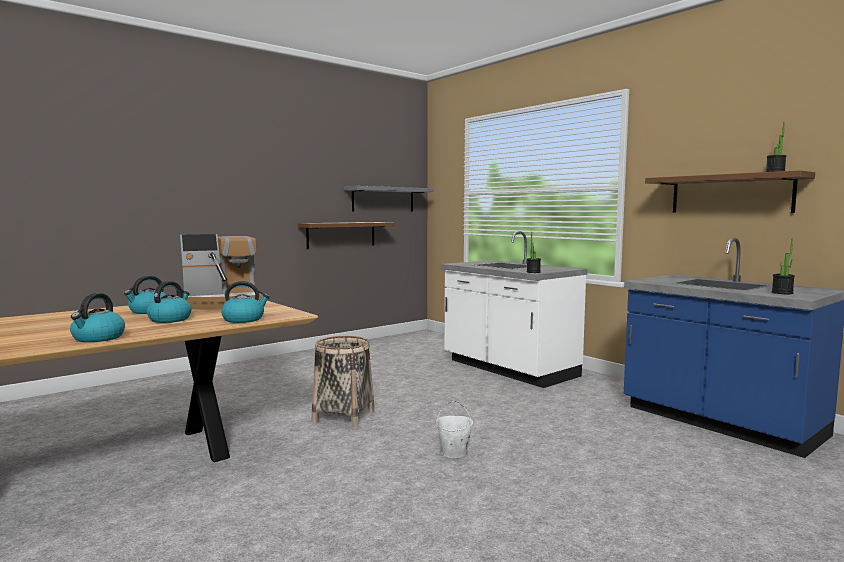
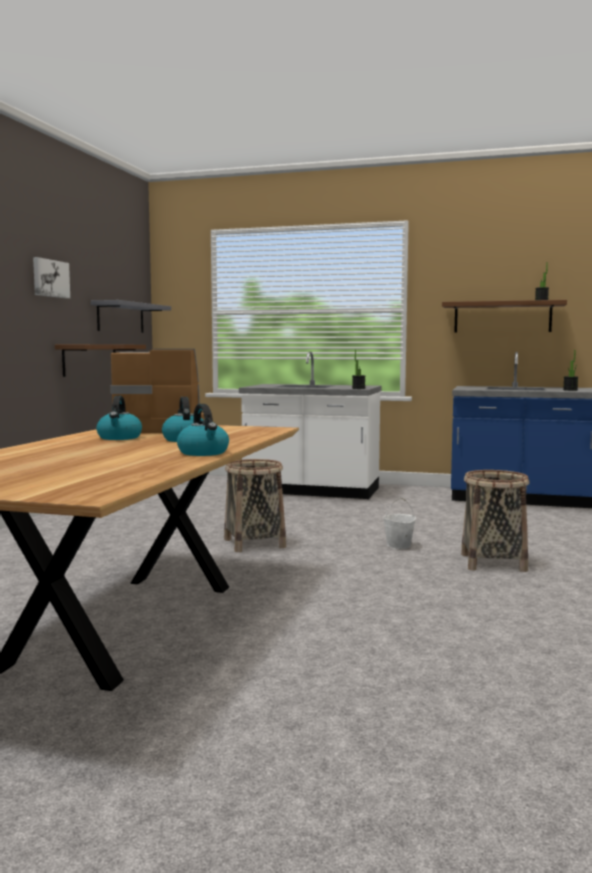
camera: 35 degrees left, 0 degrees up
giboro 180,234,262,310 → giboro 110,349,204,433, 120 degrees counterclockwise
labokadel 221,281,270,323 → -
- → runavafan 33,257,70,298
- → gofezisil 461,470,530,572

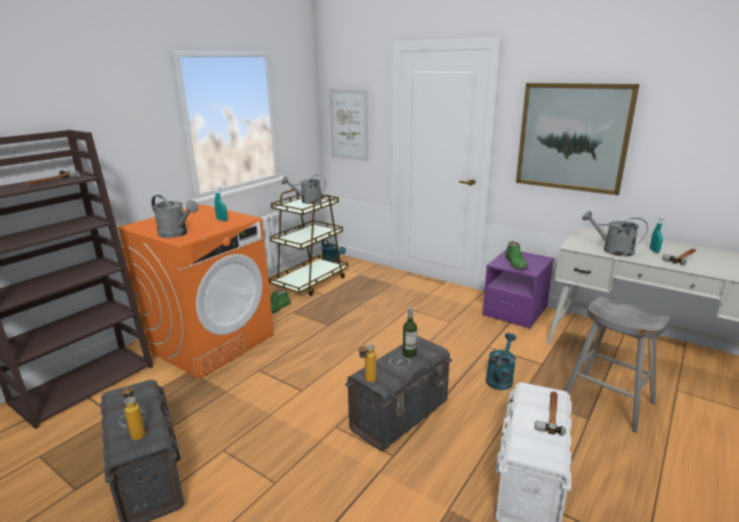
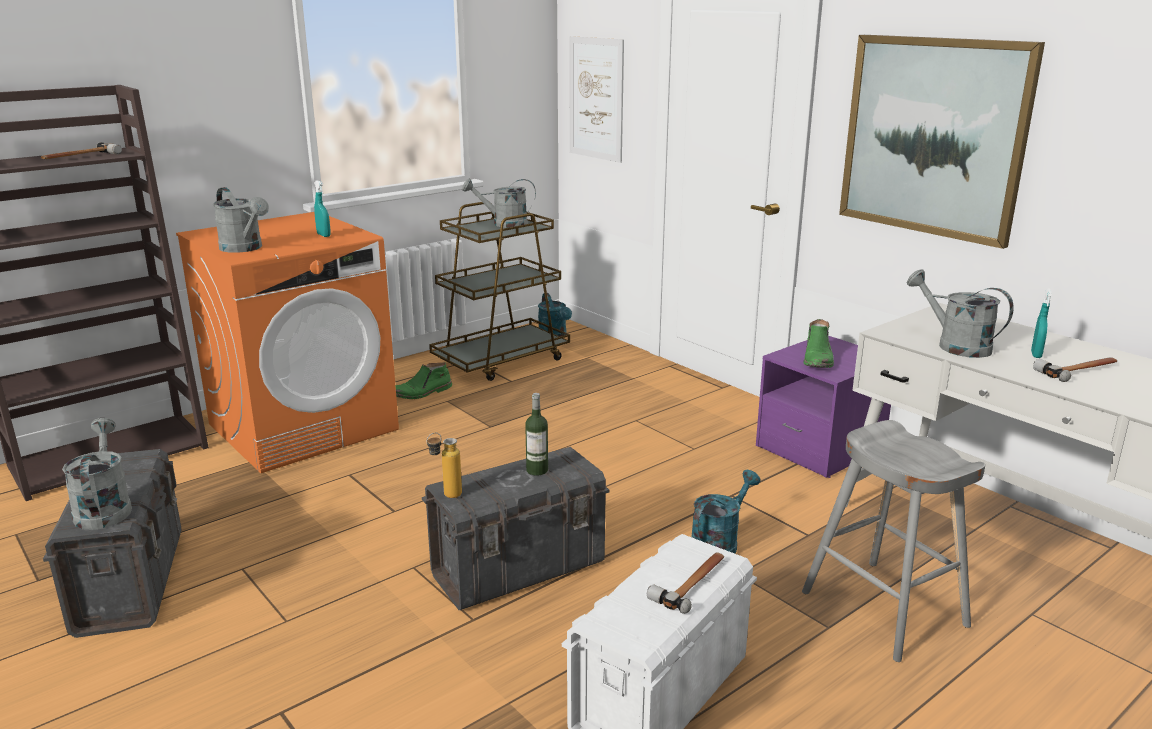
camera: 15 degrees right, 0 degrees up
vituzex 122,385,146,440 → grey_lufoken 62,418,132,530

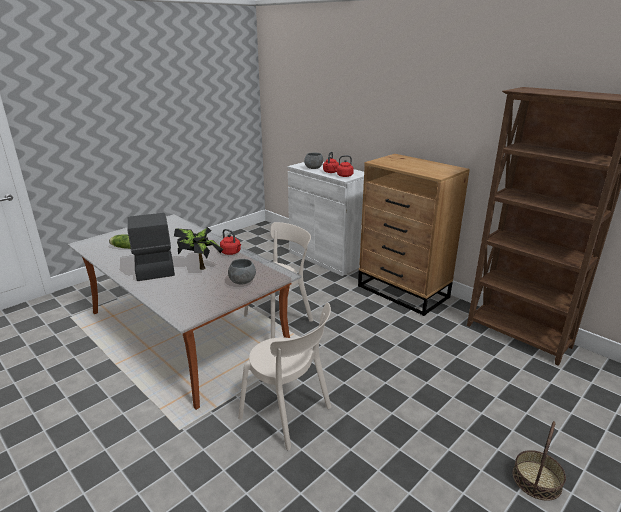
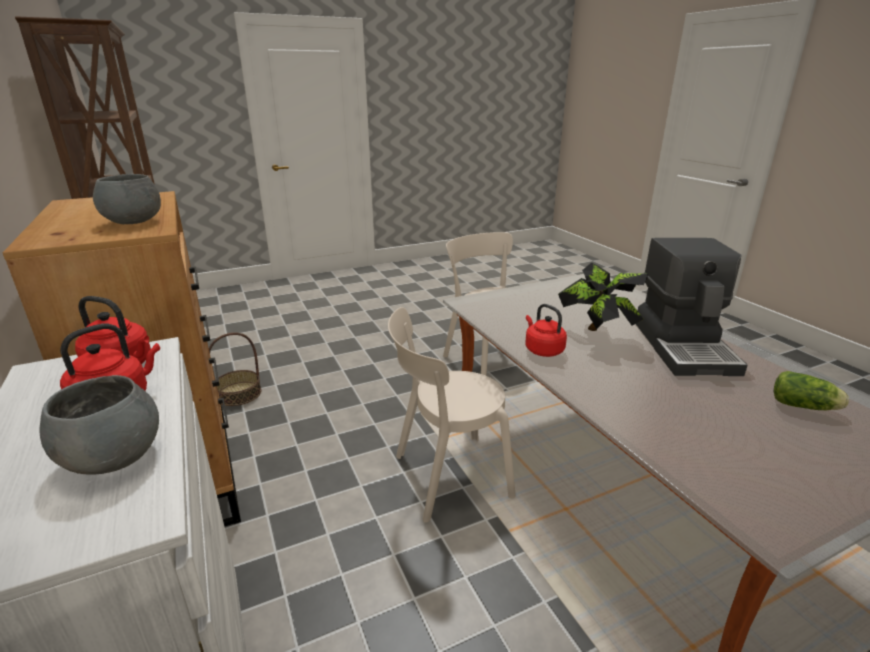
camera: 160 degrees left, 0 degrees up
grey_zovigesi 228,259,256,285 → grey_zovigesi 93,174,161,224, move
gofezisil 512,421,566,501 → gofezisil 209,333,262,406, move

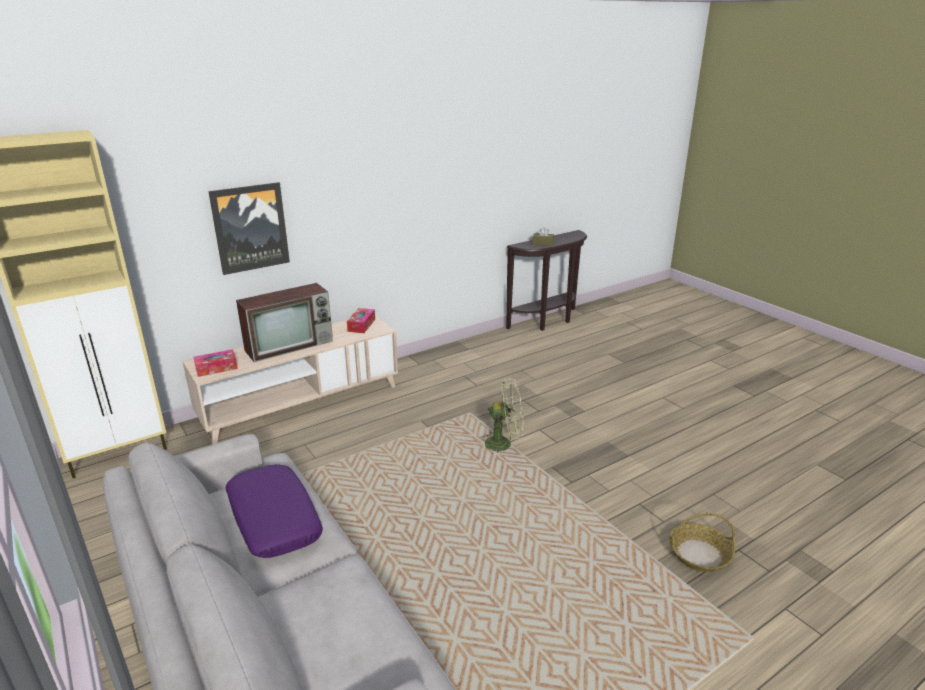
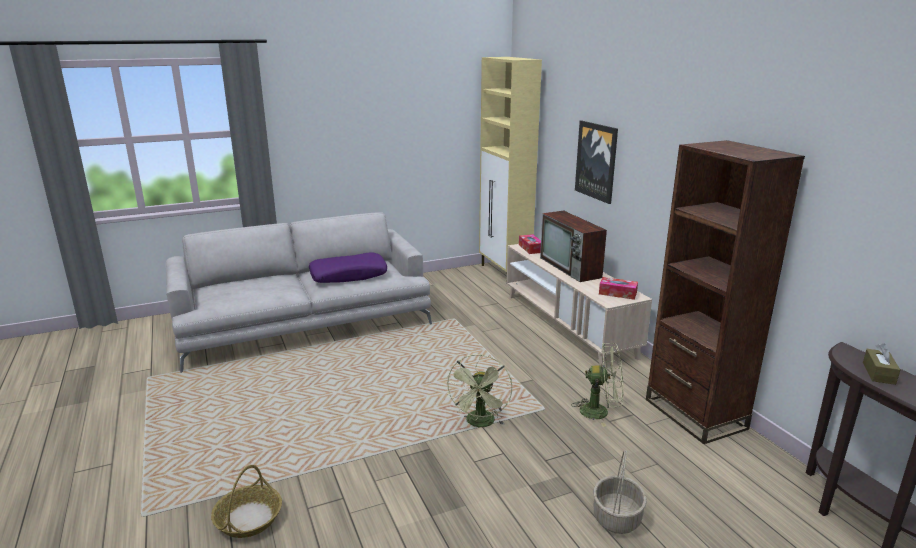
camera: 100 degrees right, 5 degrees down
- → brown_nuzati 646,140,805,444
- → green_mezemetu 571,343,624,427
- → gofezisil 593,450,647,534

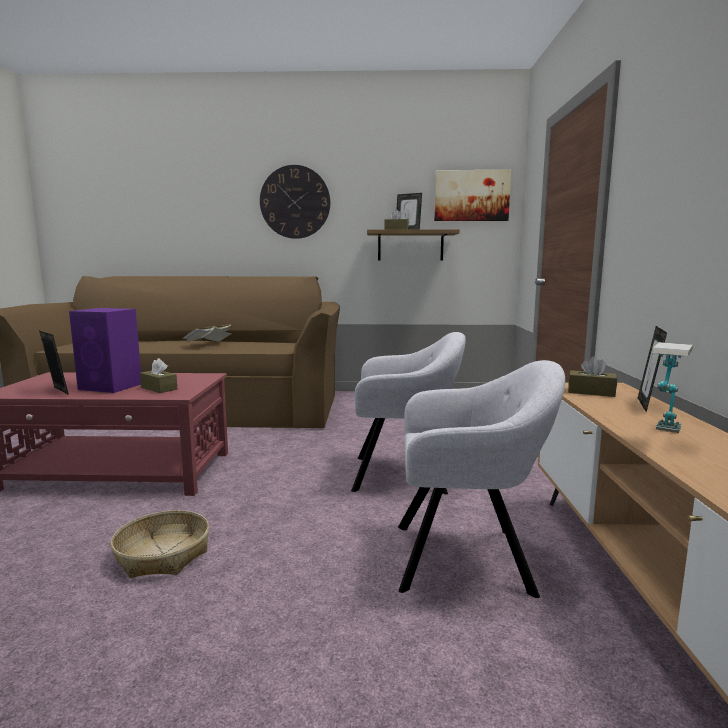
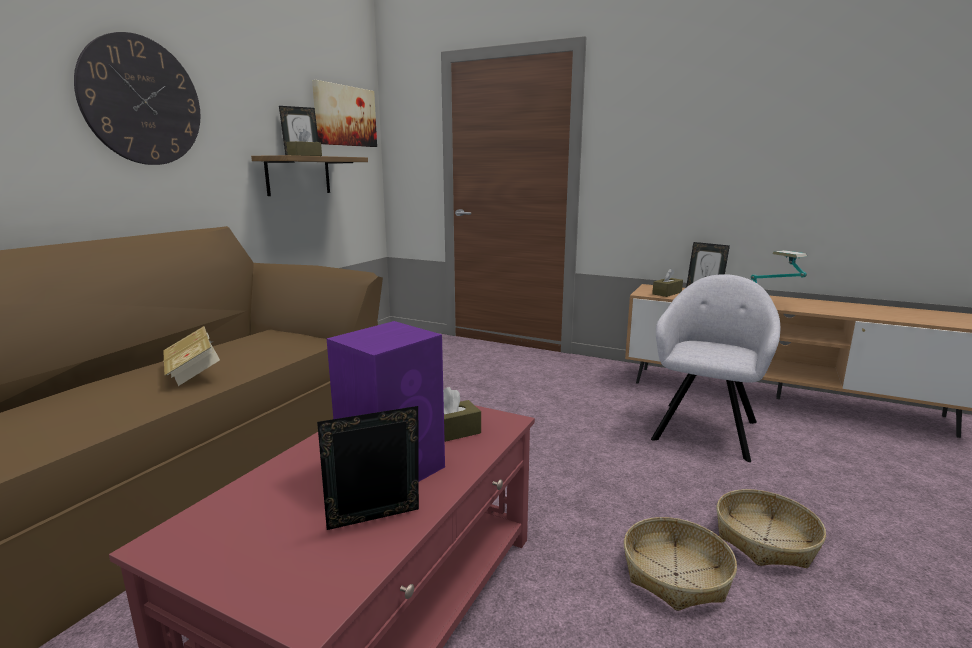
camera: 65 degrees left, 5 degrees up
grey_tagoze 351,332,466,494 → -
- → gofezisil 716,489,826,568

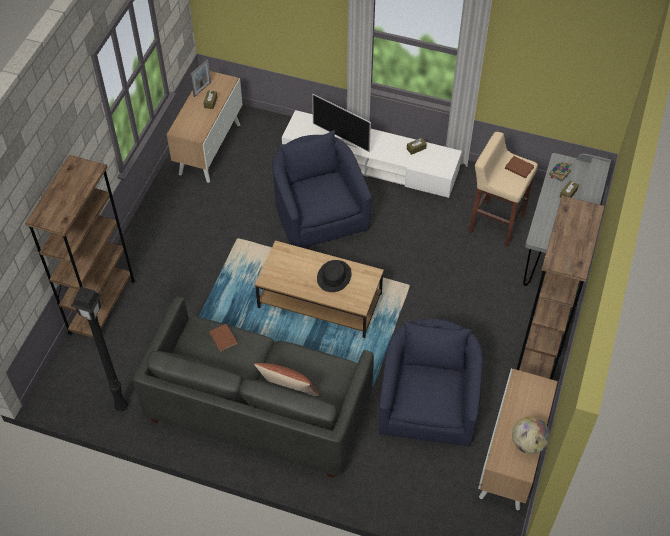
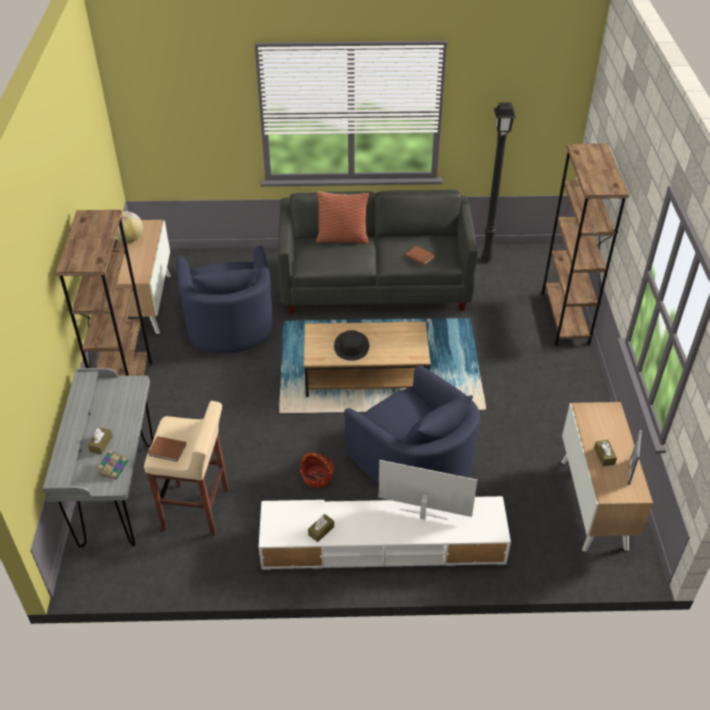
camera: 160 degrees right, 10 degrees down
- → gofezisil 300,452,334,488

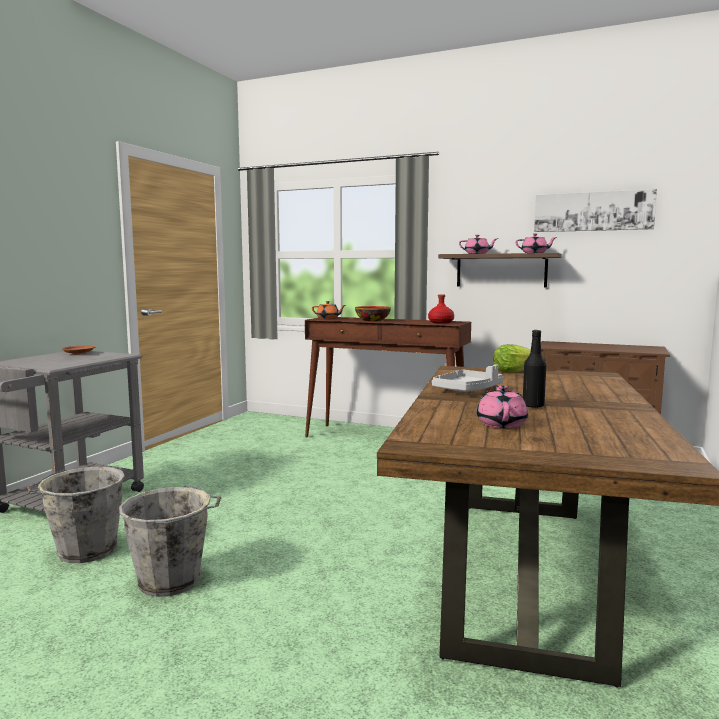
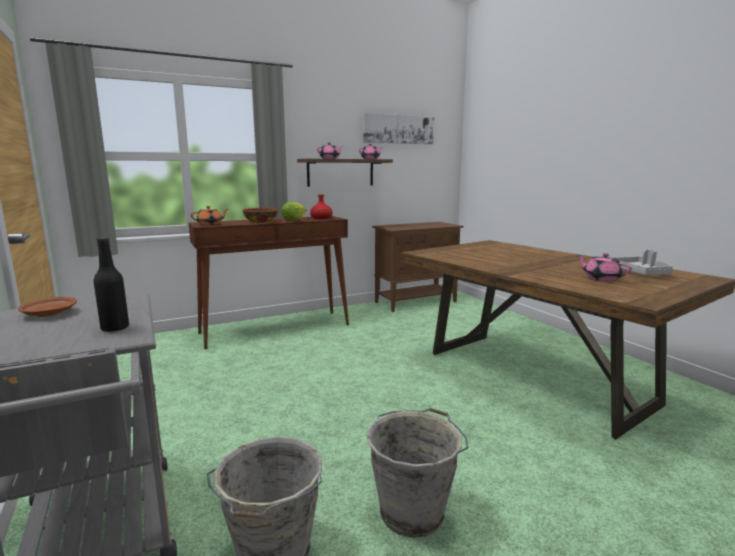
camera: 50 degrees left, 5 degrees up
black_vituzex 523,330,546,408 → black_vituzex 93,237,129,332, move
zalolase 493,344,531,372 → zalolase 281,202,307,221, move
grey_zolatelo 432,364,504,392 → grey_zolatelo 615,250,673,275, move

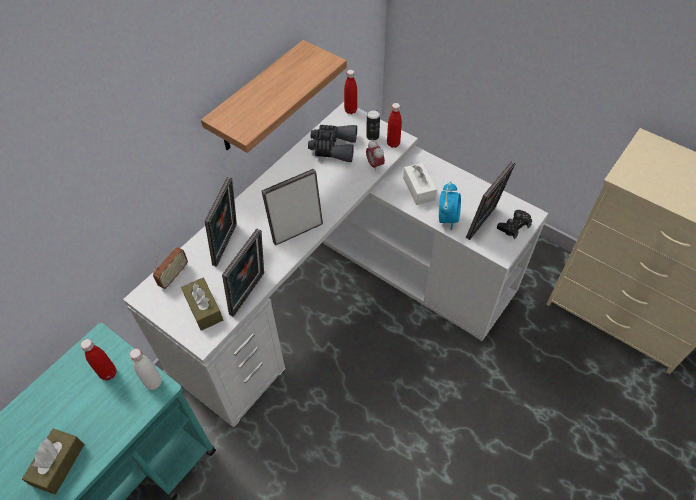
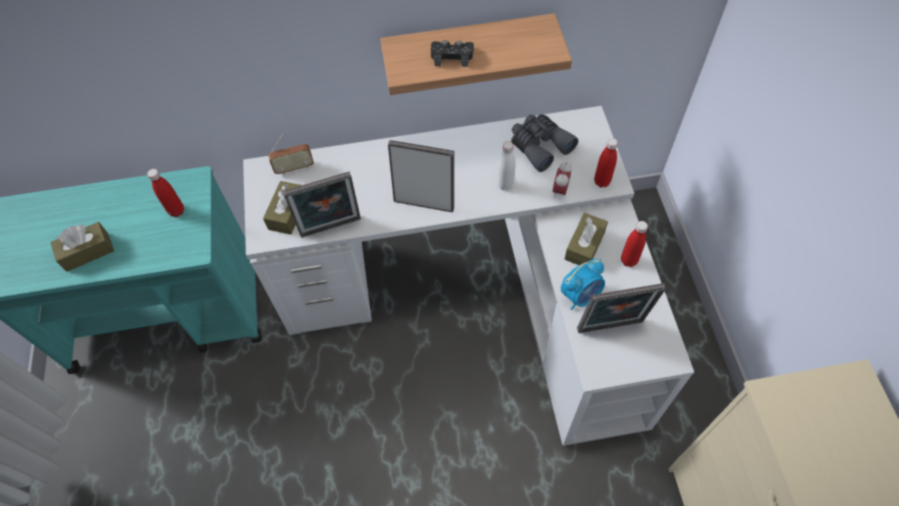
camera: 45 degrees right, 5 degrees up
red_vituzex 344,69,357,114 → red_vituzex 621,221,648,267, move
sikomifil 366,110,380,140 → -
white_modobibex 403,163,437,205 → brown_modobibex 565,213,608,265
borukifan 205,177,237,266 → -
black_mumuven 497,210,532,239 → black_mumuven 431,40,474,67, move
white_vituzex 130,348,162,390 → white_vituzex 497,141,515,190, move

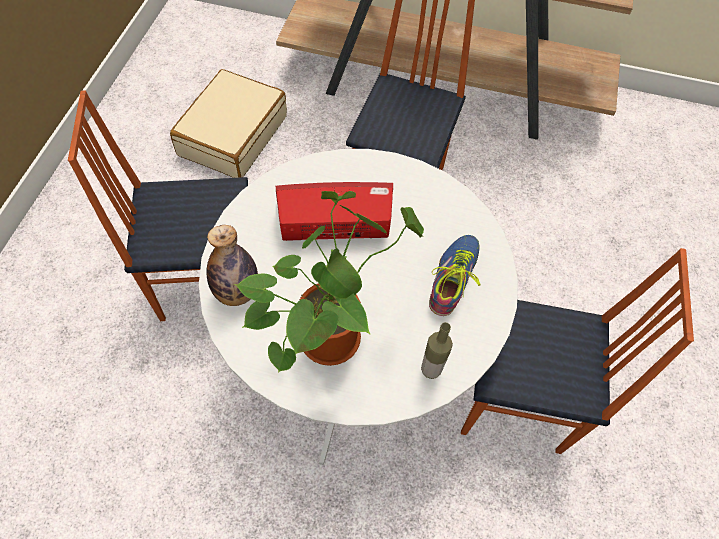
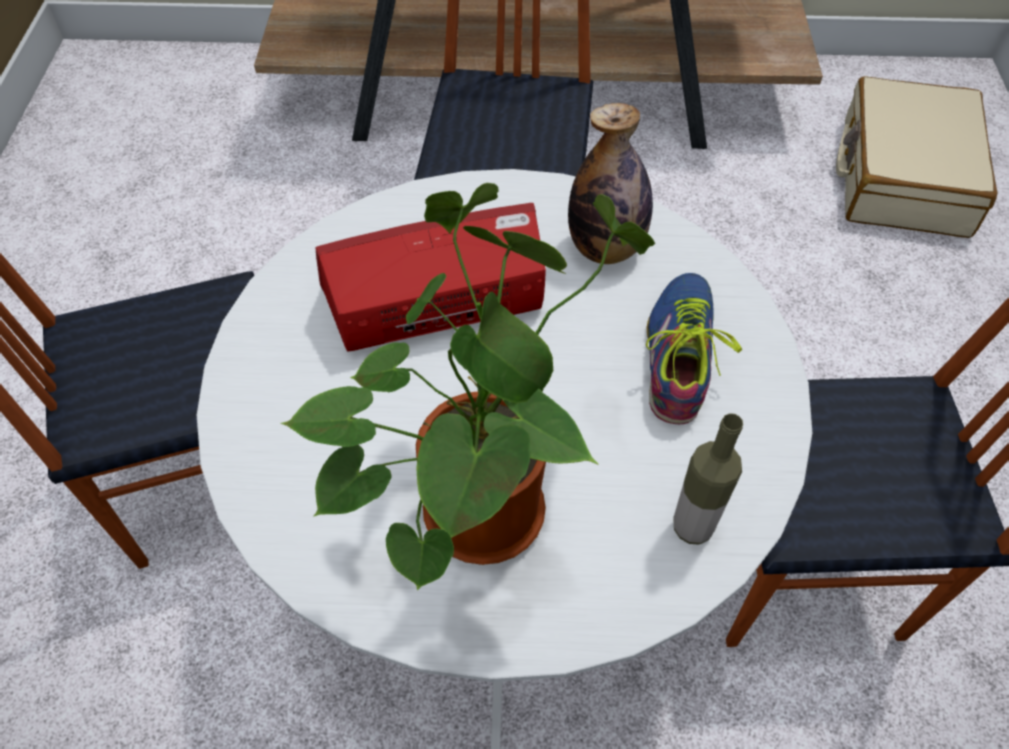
camera: 10 degrees left, 5 degrees down
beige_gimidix 170,69,287,178 → beige_gimidix 836,76,997,238, move
vituzex 206,225,258,306 → vituzex 568,103,653,264, move

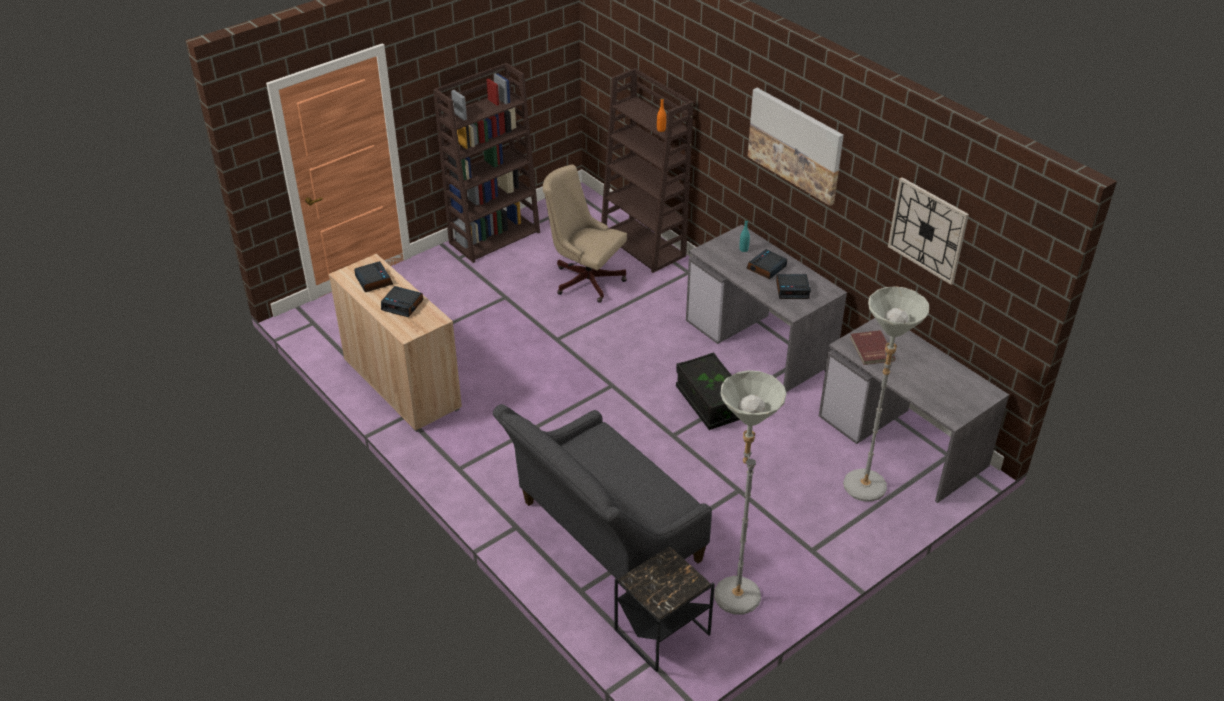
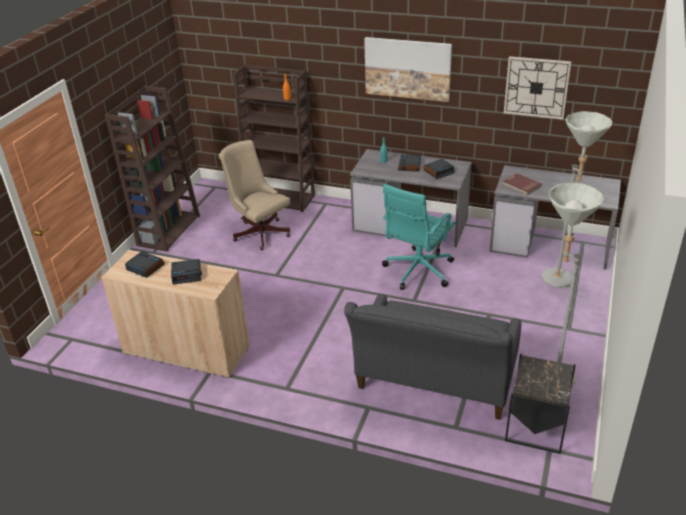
camera: 30 degrees left, 5 degrees down
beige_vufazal 543,164,627,303 → beige_vufazal 219,140,290,250, 45 degrees clockwise
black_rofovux 676,352,740,430 → turquoise_vufazal 382,184,455,290

